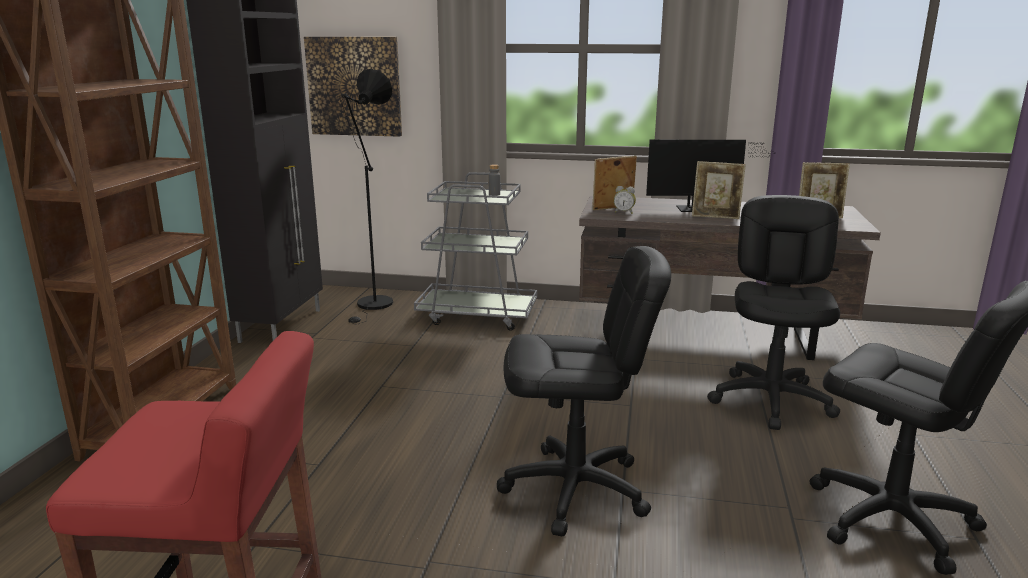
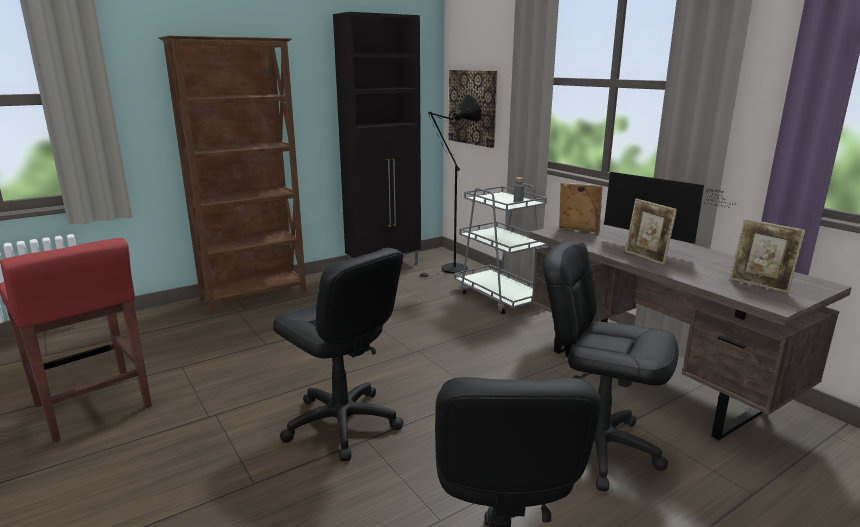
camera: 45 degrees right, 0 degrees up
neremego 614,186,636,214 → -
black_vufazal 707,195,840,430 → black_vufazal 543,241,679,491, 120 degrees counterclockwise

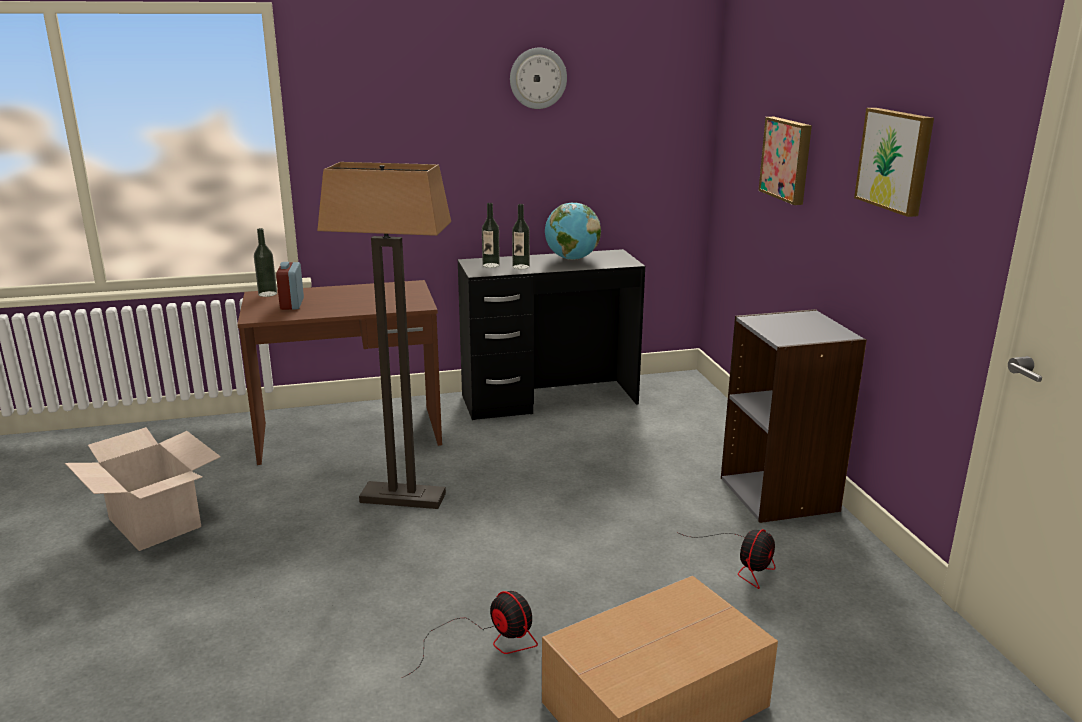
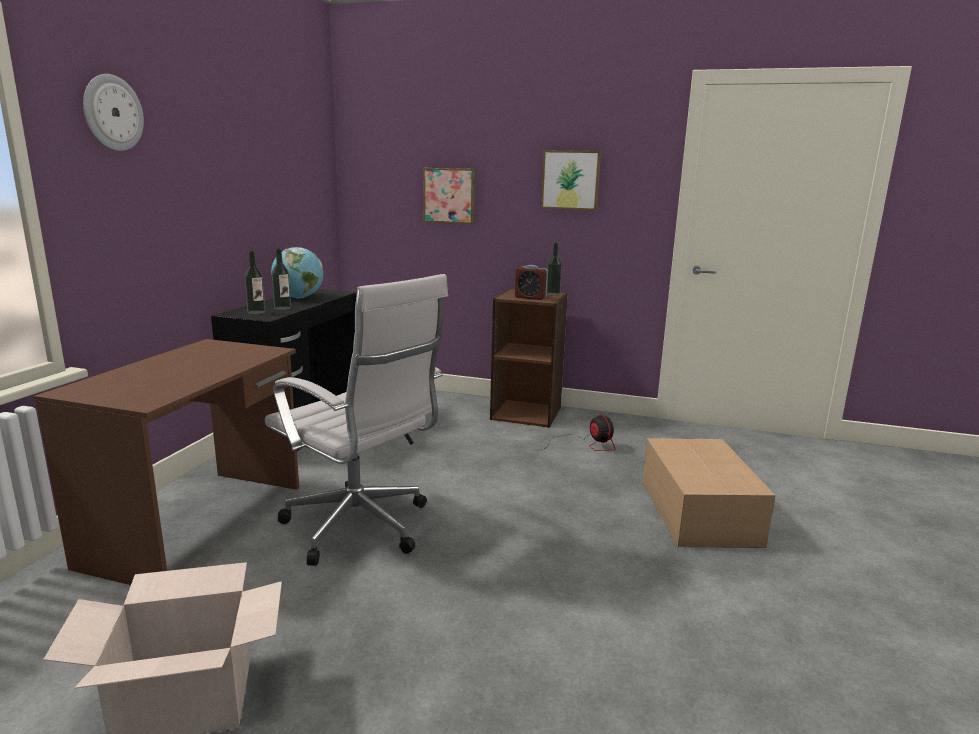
camera: 60 degrees left, 5 degrees down
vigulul 510,48,567,109 → vigulul 83,74,144,151, move
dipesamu 317,162,451,509 → white_vufazal 265,274,448,566
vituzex 254,228,277,297 → vituzex 547,243,562,296, move
neremego 276,262,304,310 → neremego 515,265,548,300, move
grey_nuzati 721,309,867,523 → brown_nuzati 490,289,568,428
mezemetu 402,591,538,678 → -

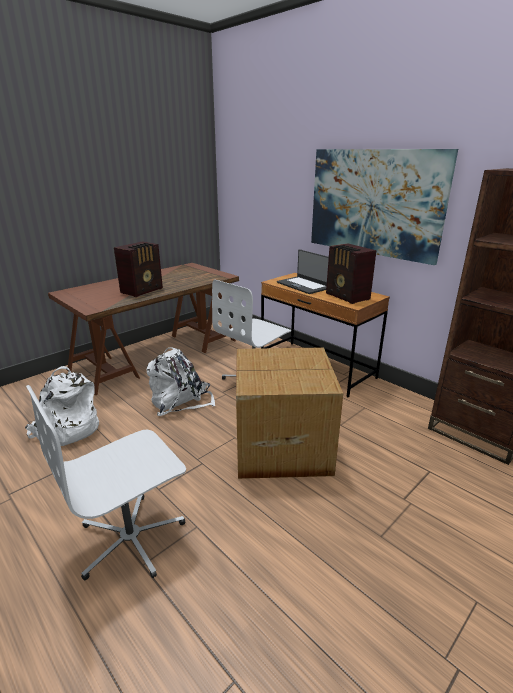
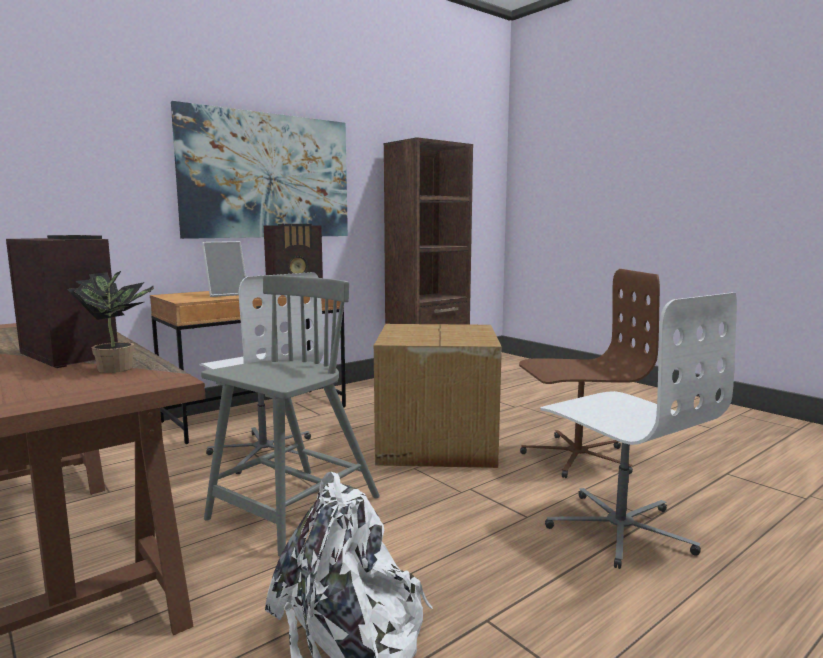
camera: 85 degrees left, 15 degrees down
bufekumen 277,249,329,294 → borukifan 202,241,246,297
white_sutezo 147,347,215,416 → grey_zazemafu 201,275,380,556
- → brown_vufazal 519,269,660,478
- → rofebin 67,271,154,373

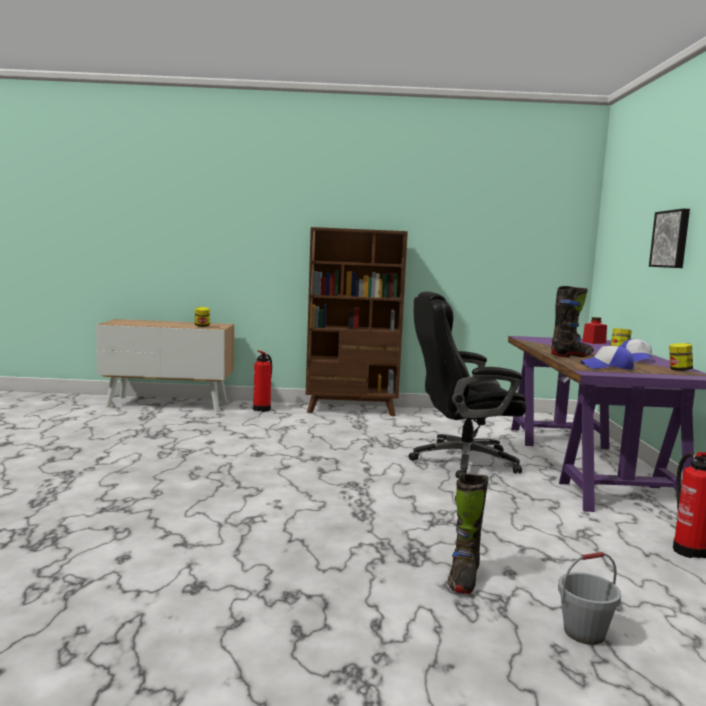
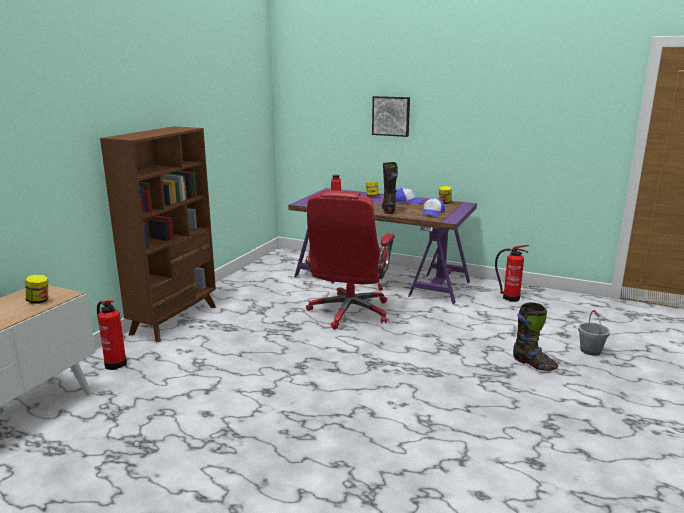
camera: 65 degrees left, 10 degrees up
black_vufazal 409,291,526,478 → red_vufazal 306,190,395,329

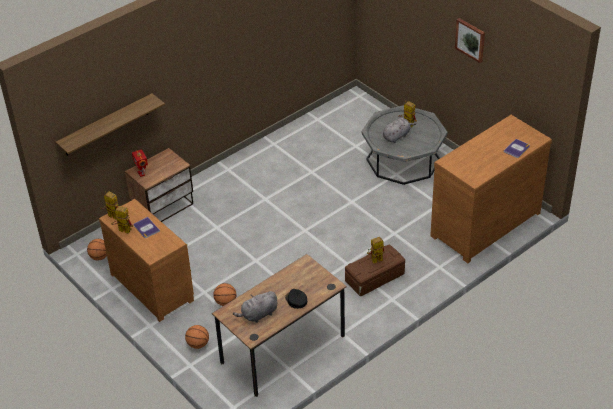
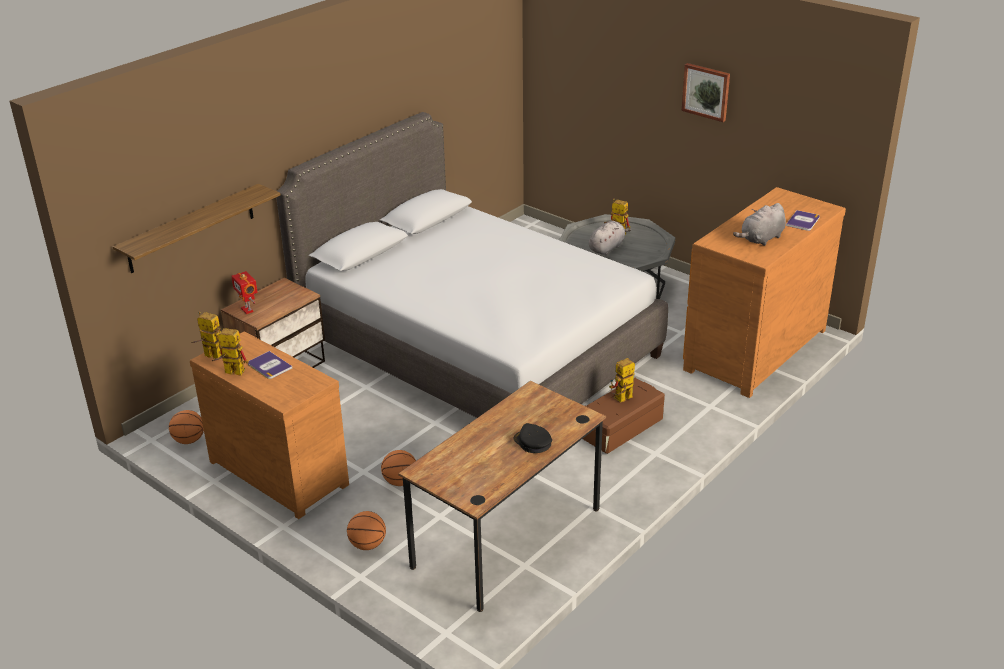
camera: 10 degrees left, 10 degrees down
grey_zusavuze 233,291,277,323 → grey_zusavuze 733,203,786,246, move
- → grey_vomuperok 276,112,668,418

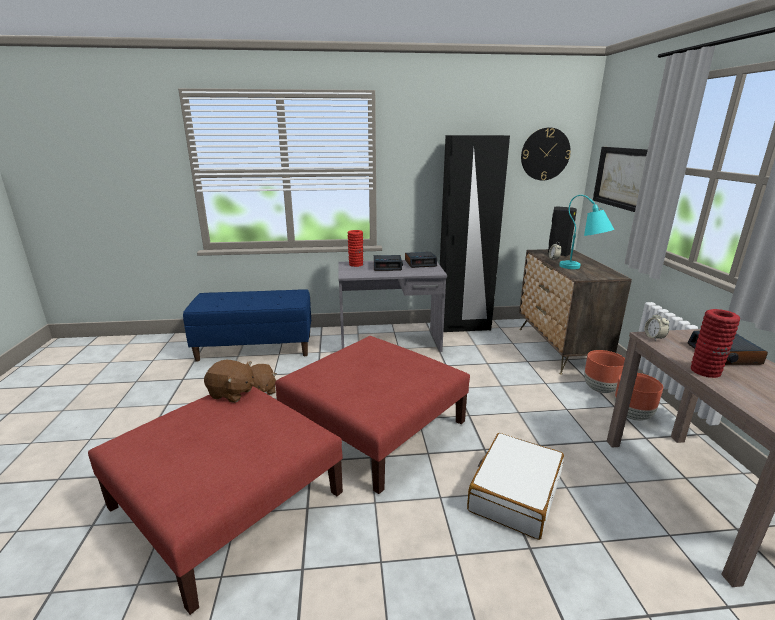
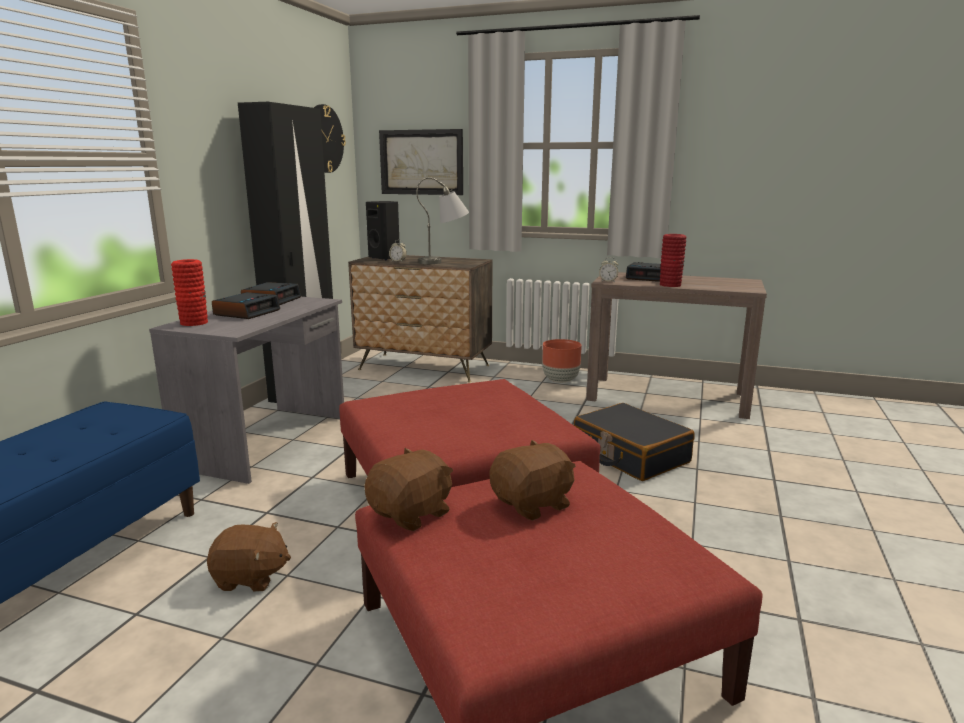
camera: 65 degrees left, 5 degrees down
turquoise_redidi 559,195,615,269 → grey_redidi 416,177,469,264
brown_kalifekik 584,350,625,393 → -
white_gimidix 467,433,564,540 → black_gimidix 574,403,695,481
- → brown_zusavuze 490,440,576,521

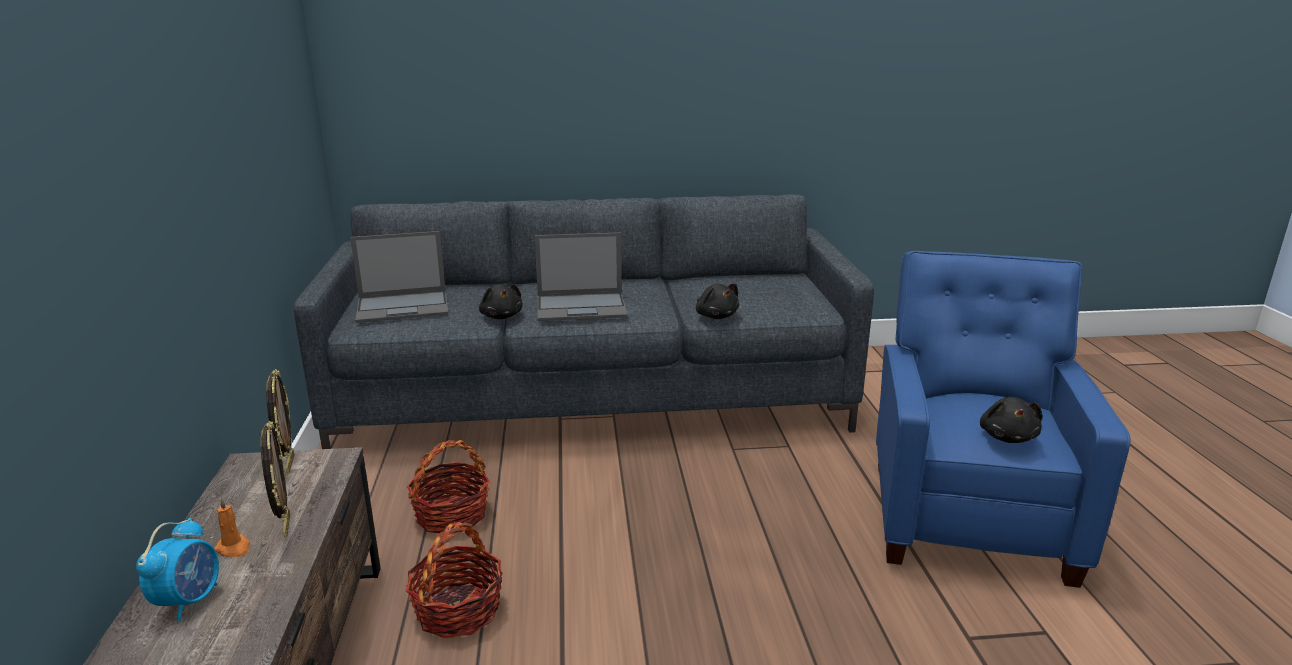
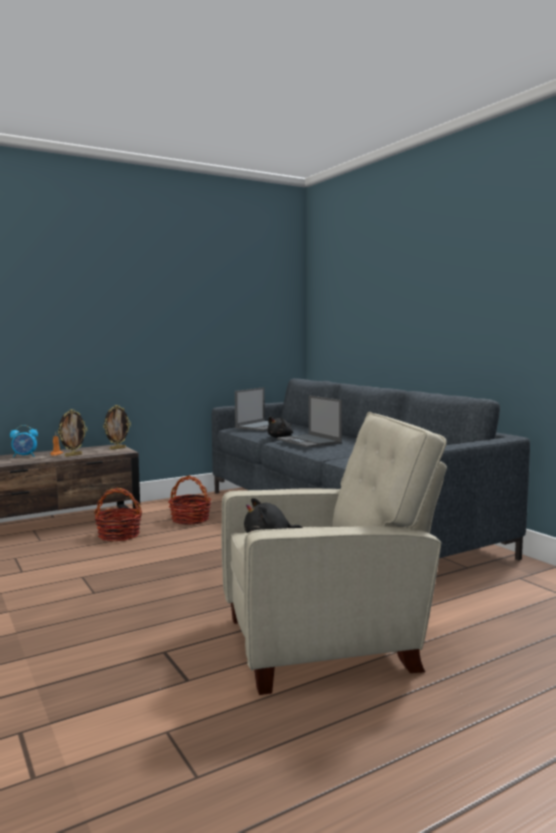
camera: 65 degrees right, 15 degrees down
bufekumen 350,231,448,323 → bufekumen 235,387,292,431, 105 degrees counterclockwise
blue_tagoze 876,251,1131,588 → beige_tagoze 221,412,447,695
black_zusavuze 696,283,739,319 → -

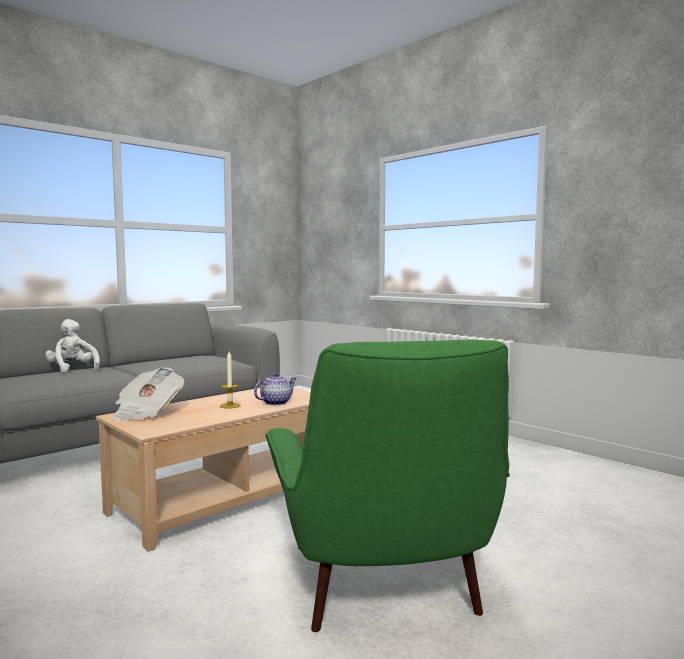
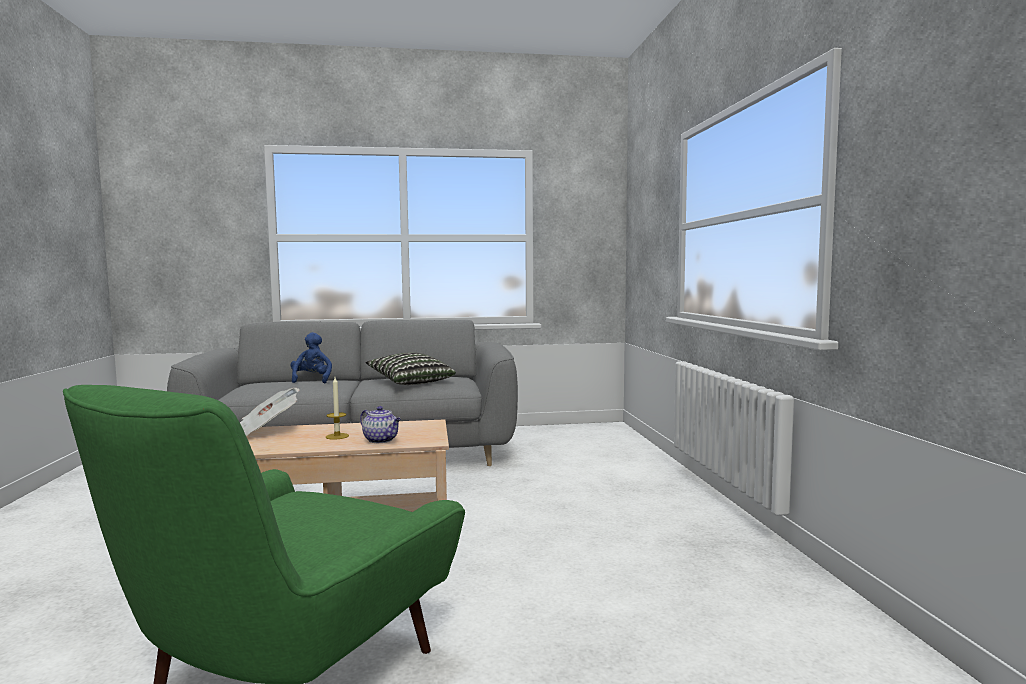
camera: 35 degrees right, 0 degrees up
white_zusavuze 45,319,100,373 → blue_zusavuze 291,332,332,383
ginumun 254,373,296,405 → ginumun 360,406,401,443, 45 degrees clockwise
- → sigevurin 366,352,456,385

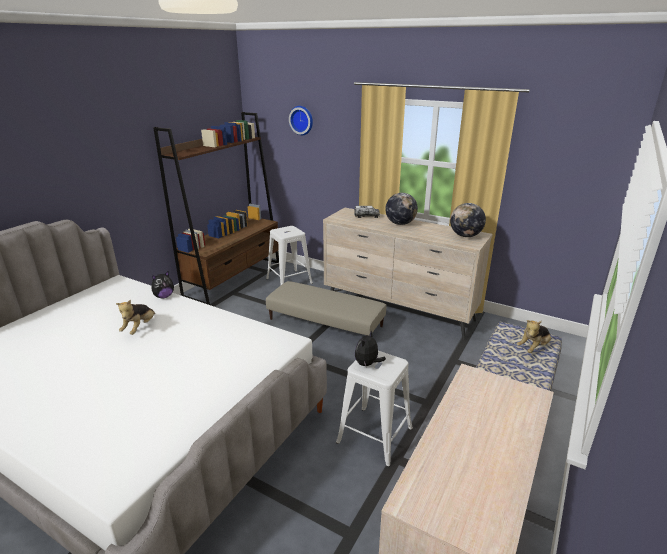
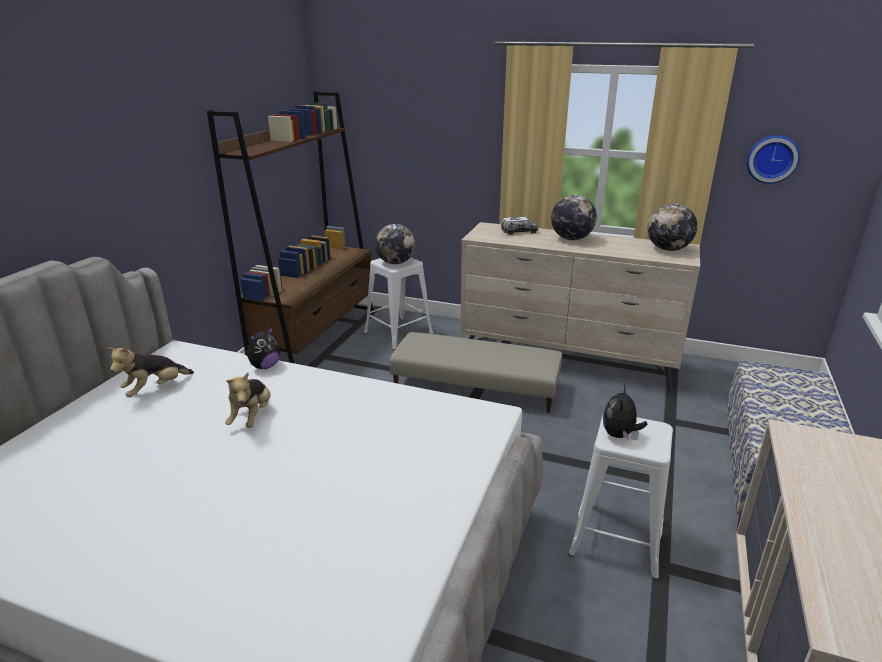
camera: 10 degrees left, 0 degrees up
vigulul 289,106,313,135 → vigulul 746,135,800,184, move
zusavuze 517,320,551,353 → zusavuze 107,347,194,397, move
- → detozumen 375,224,415,264

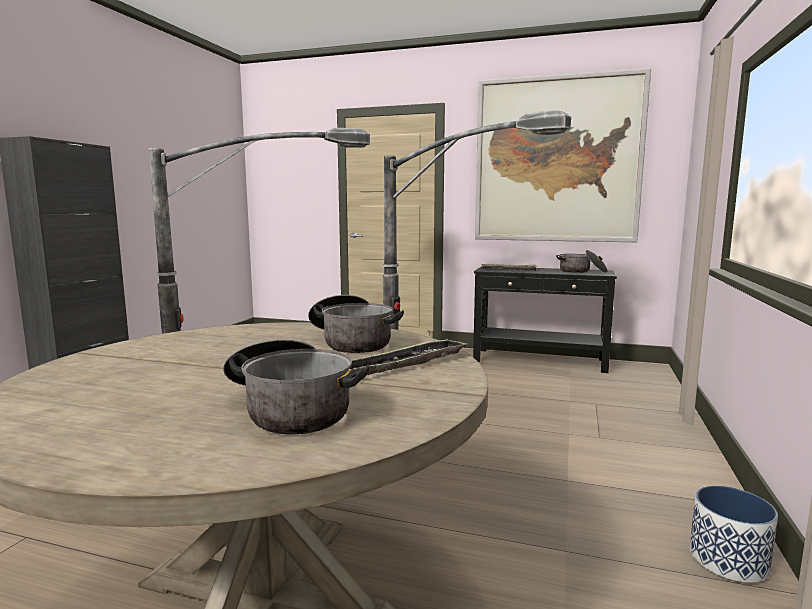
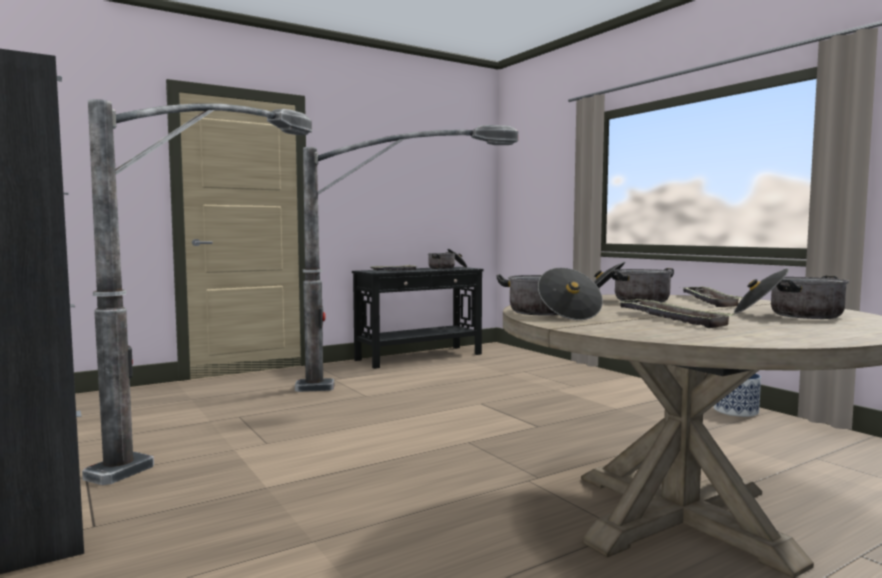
camera: 50 degrees left, 5 degrees down
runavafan 475,68,651,242 → -
- → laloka 496,268,603,320
- → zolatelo 619,299,735,328

